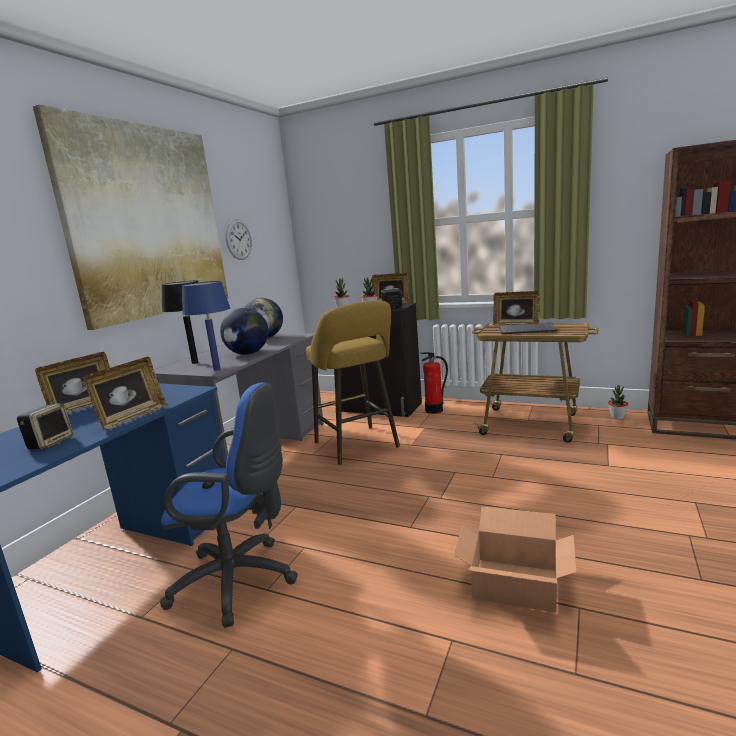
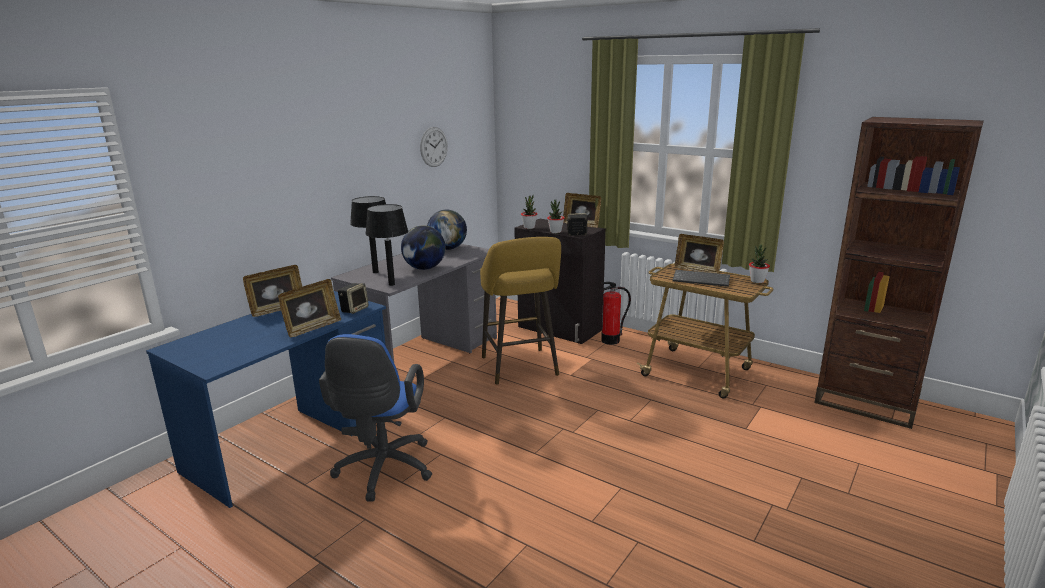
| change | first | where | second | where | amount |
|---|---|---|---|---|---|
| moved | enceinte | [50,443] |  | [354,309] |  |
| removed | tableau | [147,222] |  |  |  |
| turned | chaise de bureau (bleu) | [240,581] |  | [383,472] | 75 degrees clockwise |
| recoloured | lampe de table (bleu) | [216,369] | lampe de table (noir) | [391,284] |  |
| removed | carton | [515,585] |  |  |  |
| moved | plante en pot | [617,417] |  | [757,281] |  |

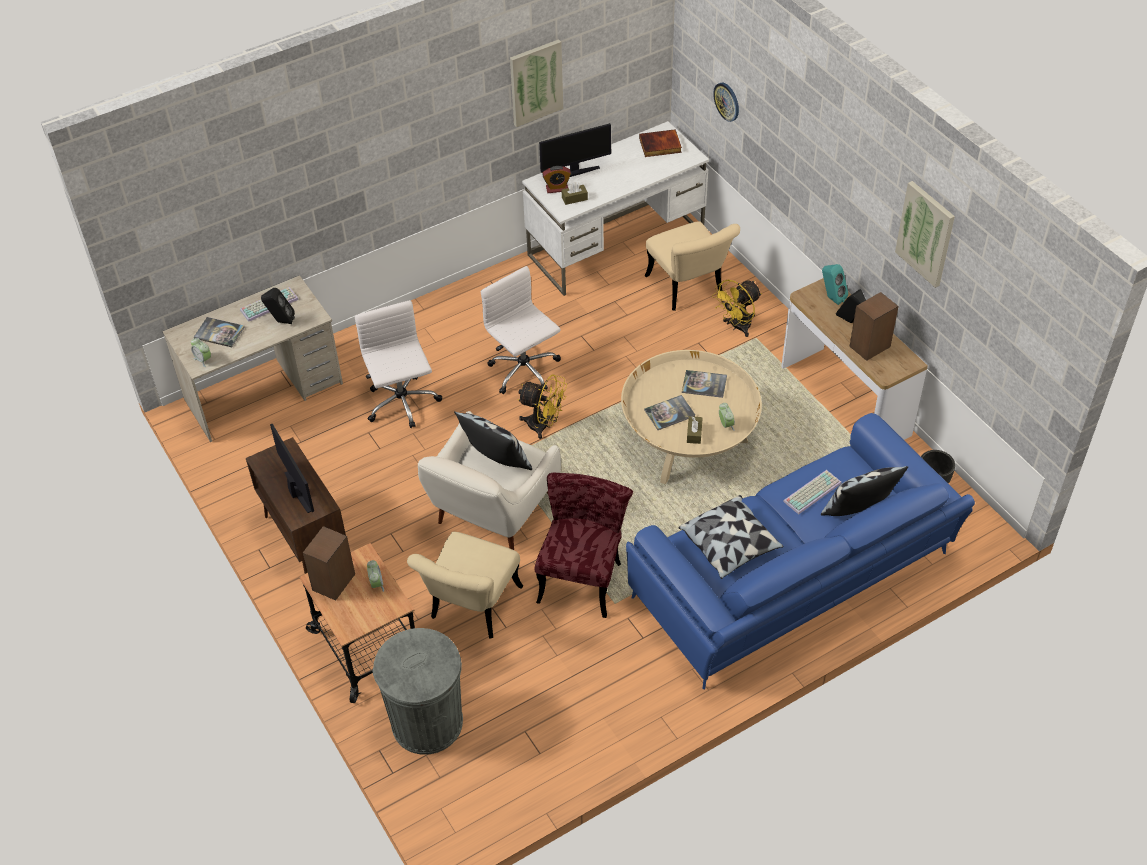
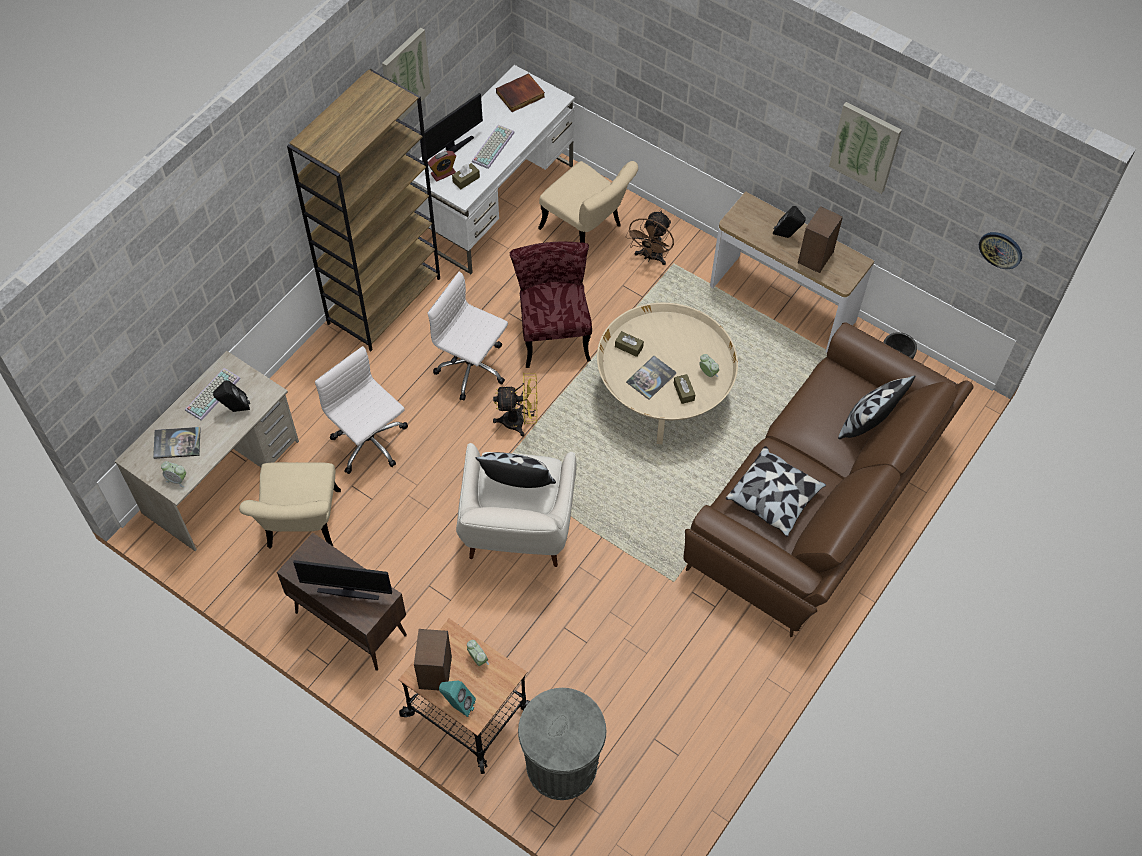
| change | first | where | second | where | amount |
|---|---|---|---|---|---|
| turned | écran d'ordinateur | [295,493] |  | [348,592] | 150 degrees clockwise |
| moved | chaise (beige) | [471,610] |  | [302,528] |  |
| moved | chaise (rouge) | [583,575] |  | [553,331] |  |
| recoloured | canapé (bleu) | [793,580] | canapé (marron) | [818,501] |  |
| removed | livre | [704,384] |  |  |  |
| recoloured | ventilateur (jaune) | [737,327] | ventilateur (marron) | [650,257] |  |
| moved | horloge murale | [727,101] |  | [1001,249] |  |
| moved | clavier | [812,491] |  | [492,146] |  |
| moved | enceinte (turquoise) | [831,298] |  | [457,705] |  |
| added |  |  | bibliothèque (marron) | [384,300] |  |
| added |  |  | boîte à mouchoirs (marron) | [629,347] |  |

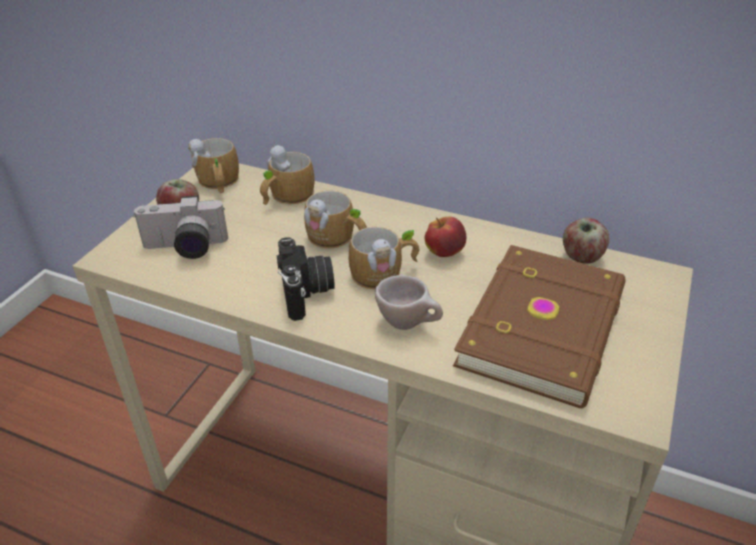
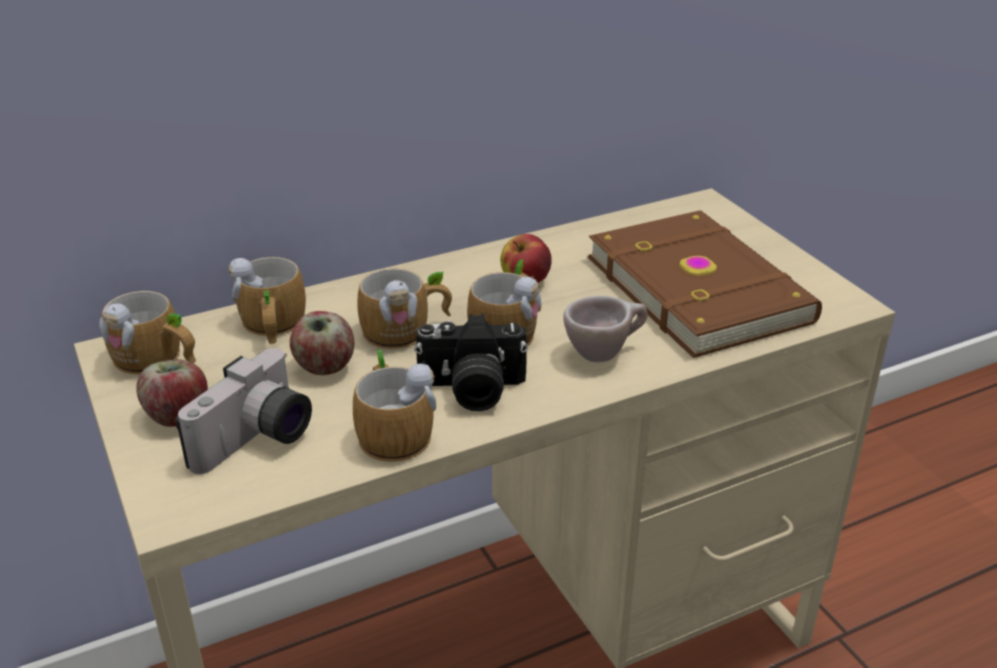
| change | first | where | second | where | amount |
|---|---|---|---|---|---|
| turned | appareil photo | [307,292] |  | [472,390] | 150 degrees clockwise |
| moved | pomme | [581,257] |  | [324,367] |  |
| added |  |  | mug | [393,429] |  |

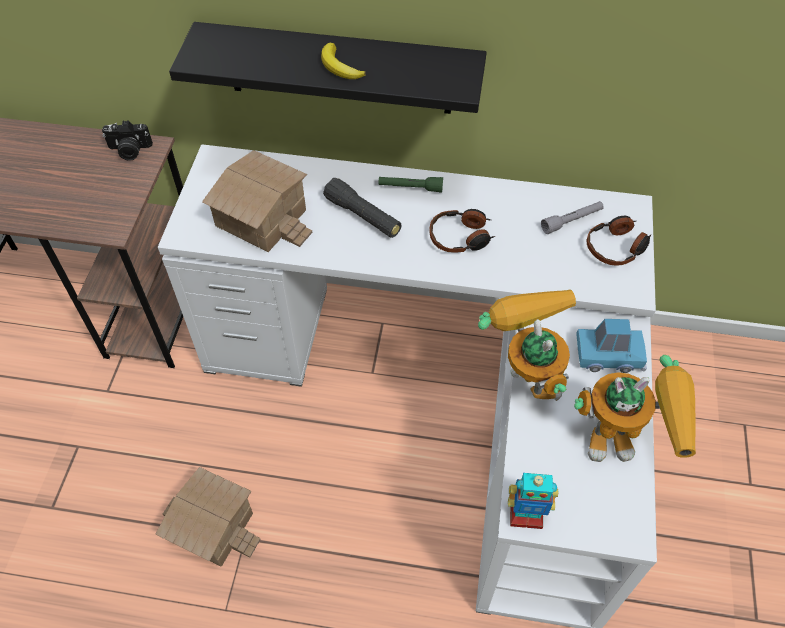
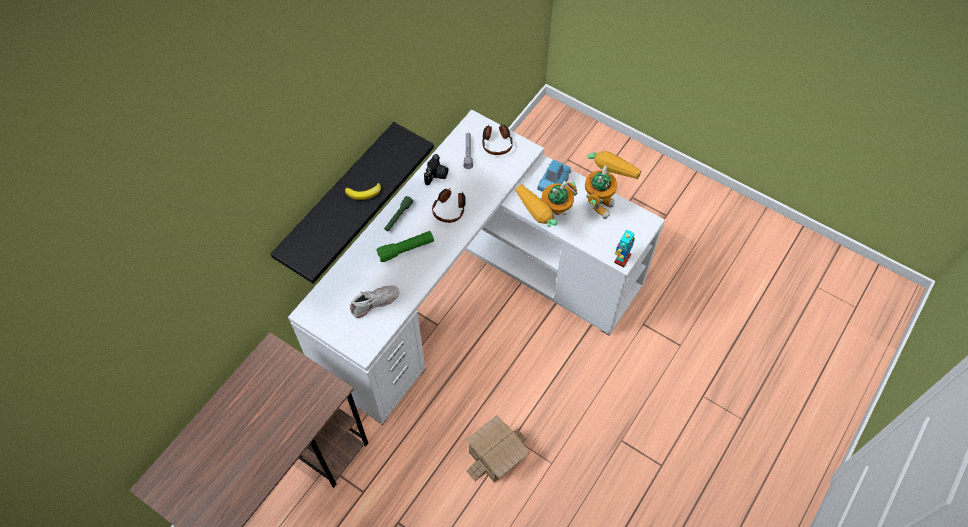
| change | first | where | second | where | amount |
|---|---|---|---|---|---|
| moved | appareil photo | [129,151] |  | [436,175] |  |
| replaced | maison miniature | [262,217] | chaussure (blanc) | [375,302] |  |
| recoloured | lampe de poche (noir) | [363,216] | lampe de poche (vert) | [406,249] |  |
| turned | robot jouet | [524,374] |  | [546,223] | 45 degrees counterclockwise |

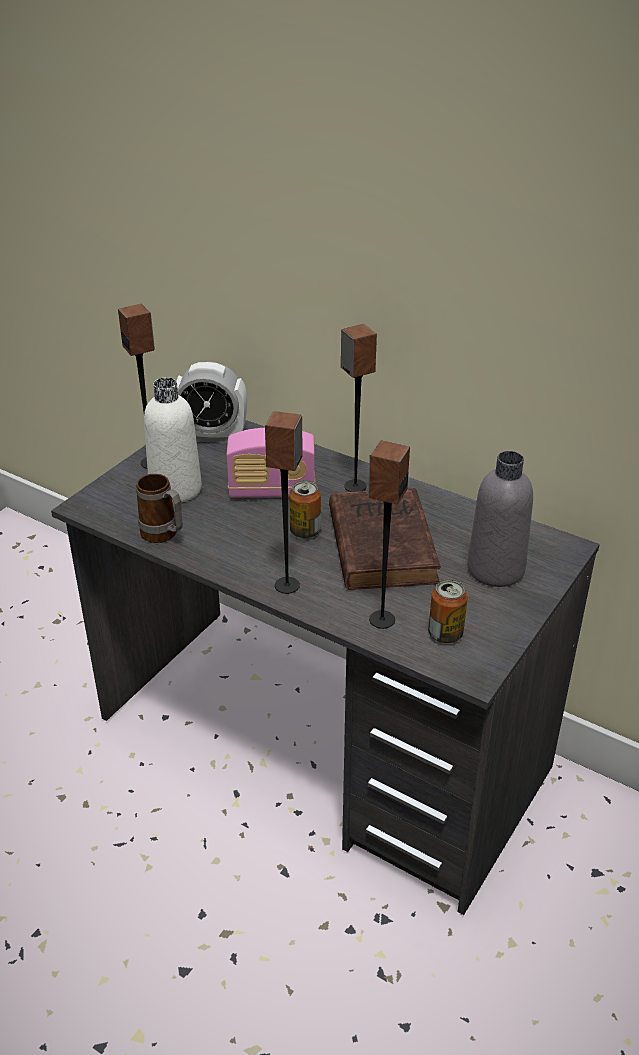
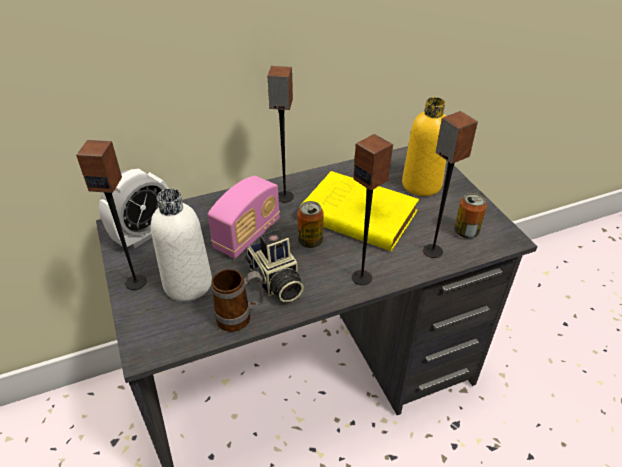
| change | first | where | second | where | amount |
|---|---|---|---|---|---|
| recoloured | livre (marron) | [381,543] | livre (jaune) | [355,214] |  |
| recoloured | bouteille (gris) | [495,569] | bouteille (jaune) | [421,184] |  |
| added |  |  | appareil photo | [275,282] |  |

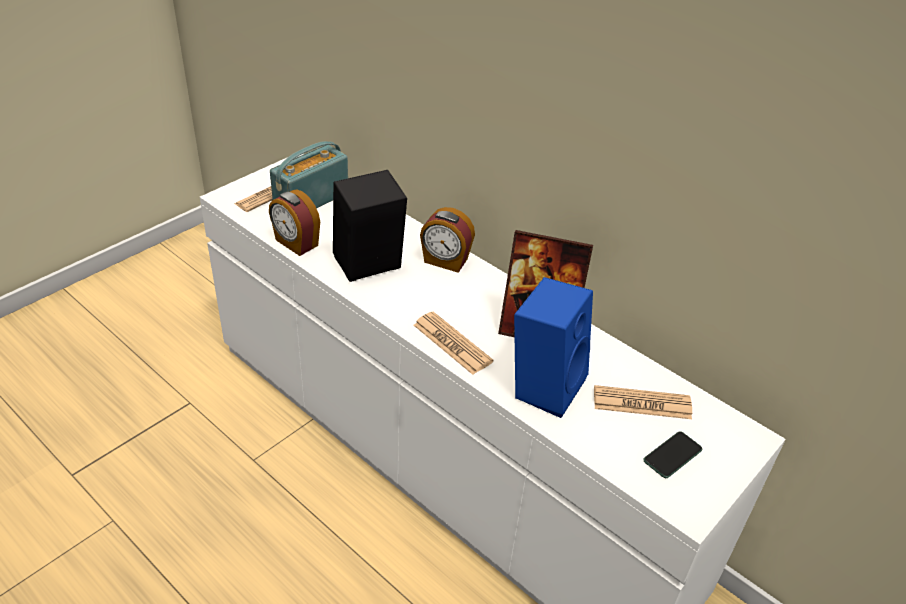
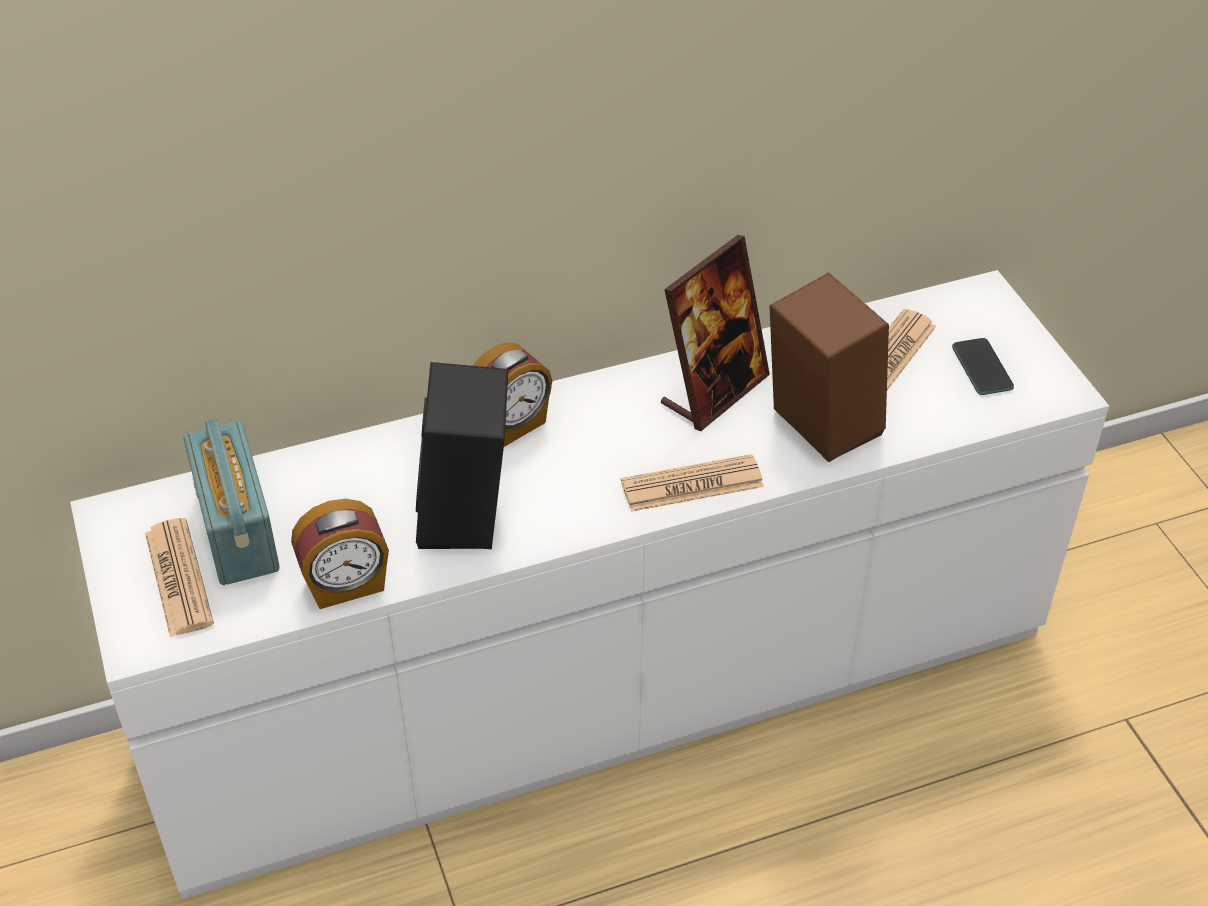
| change | first | where | second | where | amount |
|---|---|---|---|---|---|
| recoloured | enceinte (bleu) | [544,385] | enceinte (marron) | [817,426] |  |

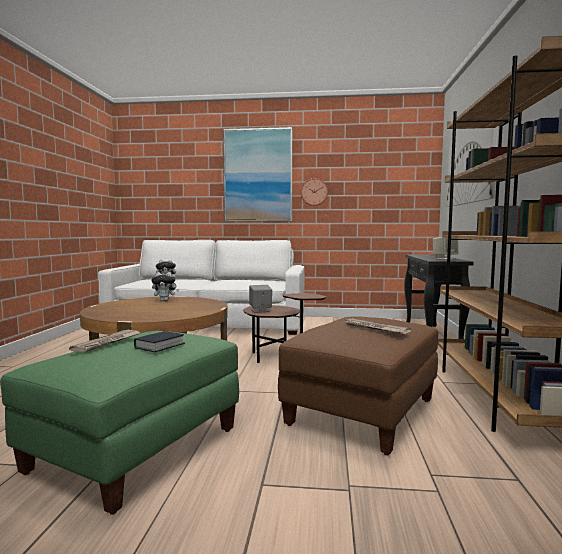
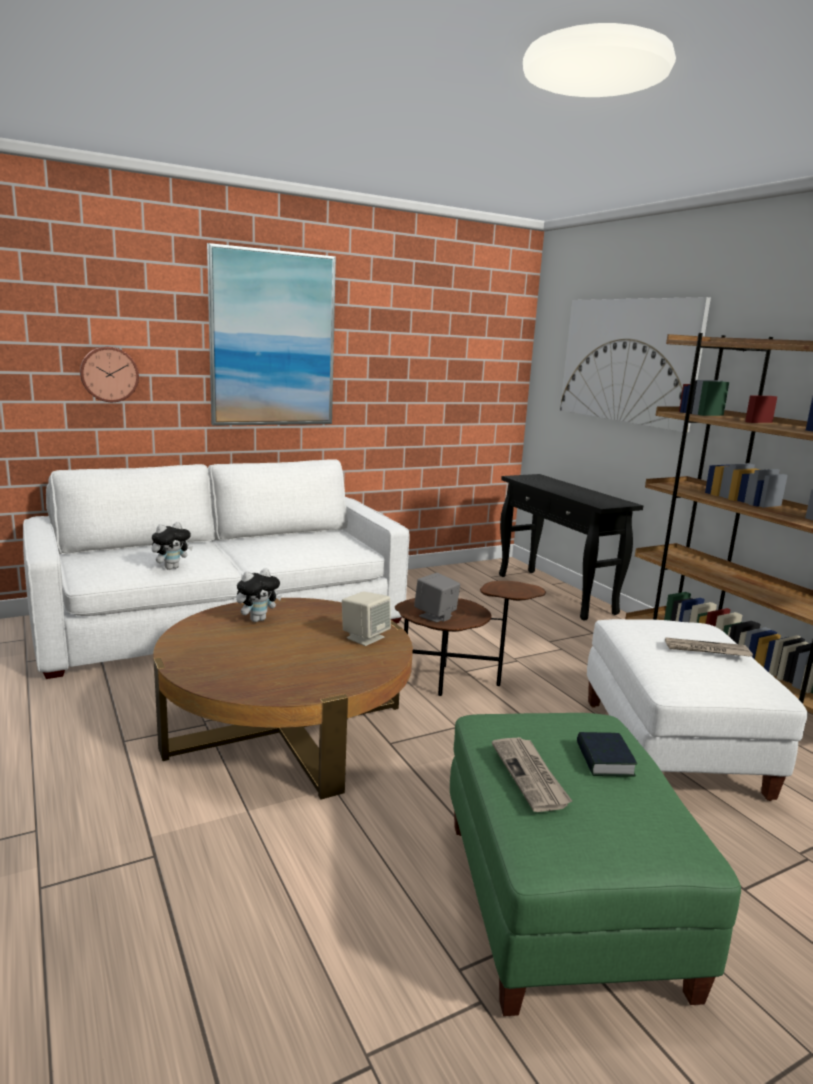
| change | first | where | second | where | amount |
|---|---|---|---|---|---|
| recoloured | pouf (marron) | [362,412] | pouf (blanc) | [671,748] |  |
| moved | horloge murale | [314,192] |  | [109,374] |  |
| moved | enceinte (beige) | [444,258] |  | [365,637] |  |

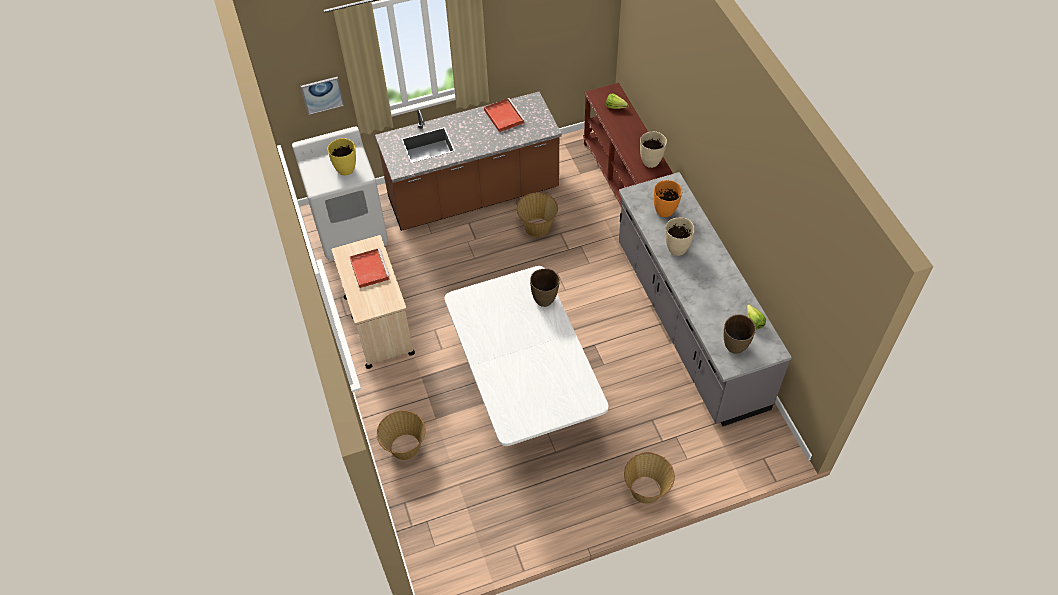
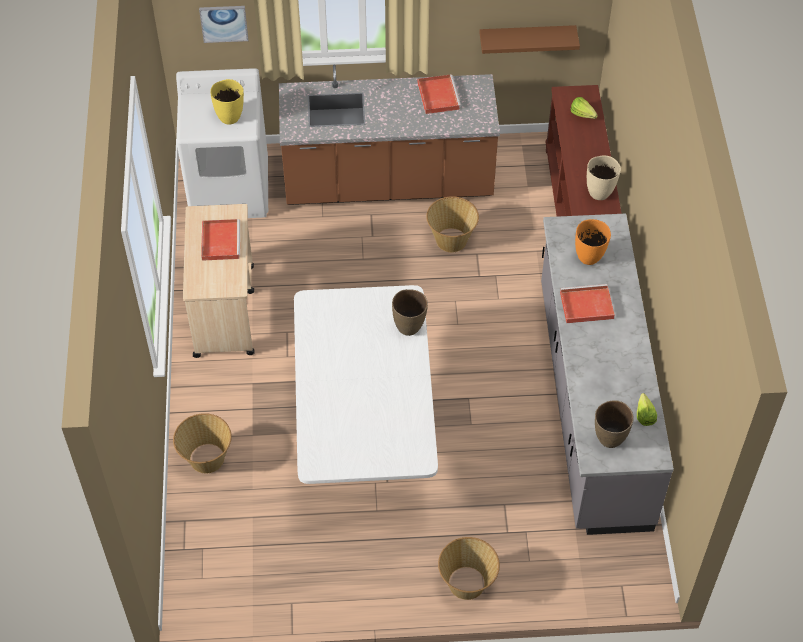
| change | first | where | second | where | amount |
|---|---|---|---|---|---|
| replaced | vase (beige) | [676,249] | plateau (rouge) | [585,306] |  |
| added |  |  | étagère (marron) | [527,38] |  |

